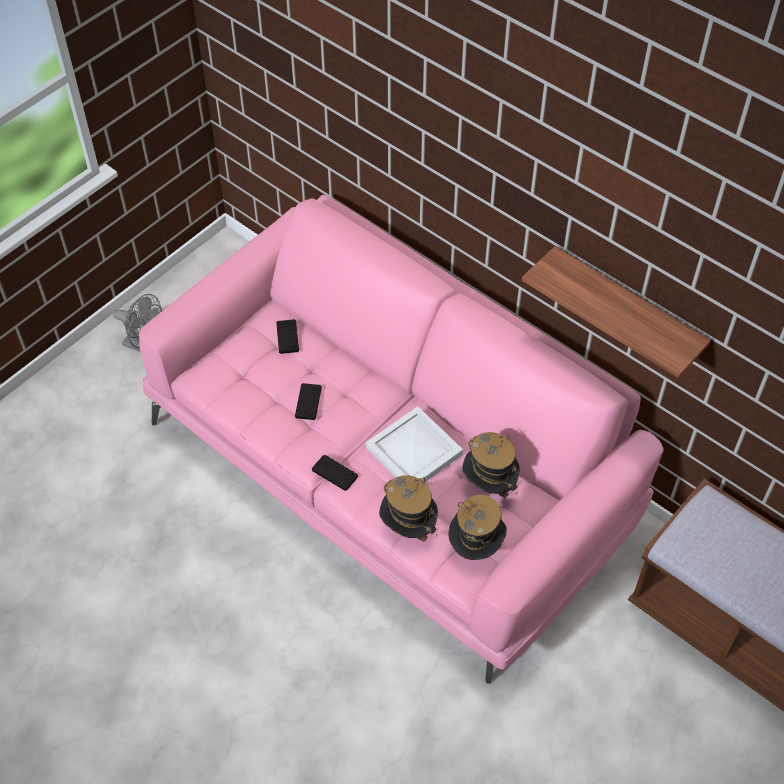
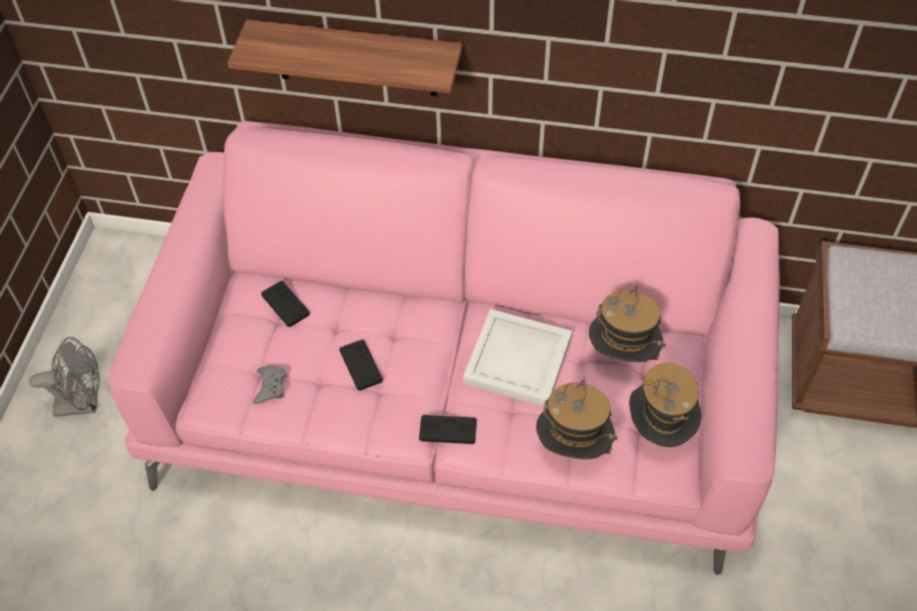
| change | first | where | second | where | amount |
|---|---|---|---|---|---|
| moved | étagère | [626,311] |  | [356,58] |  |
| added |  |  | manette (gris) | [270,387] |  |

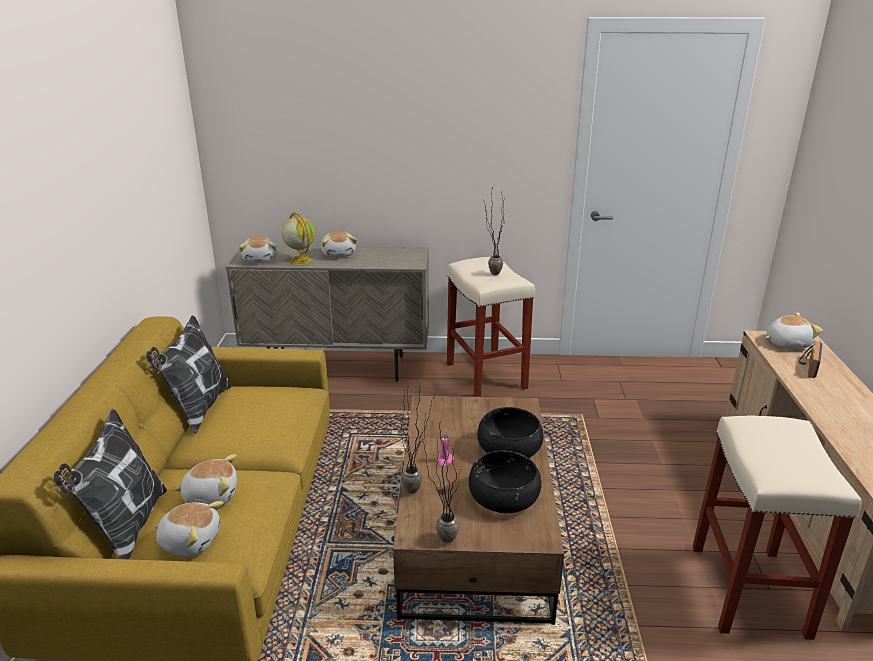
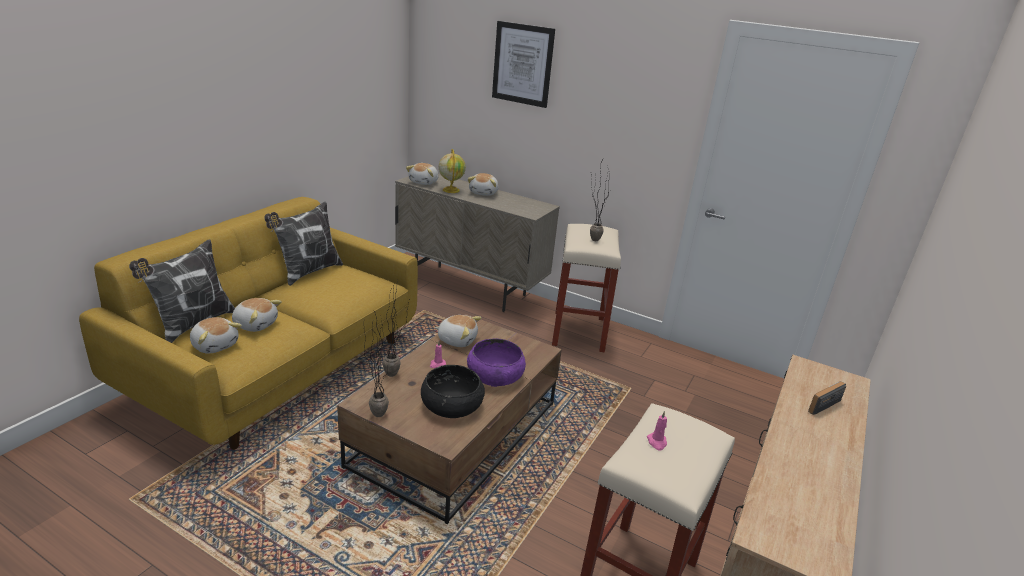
| change | first | where | second | where | amount |
|---|---|---|---|---|---|
| recoloured | bol (noir) | [509,448] | bol (violet) | [495,375] |  |
| moved | peluche | [786,343] |  | [457,340] |  |
| added |  |  | tableau | [523,64] |  |
| added |  |  | bougie (rose) | [657,442] |  |

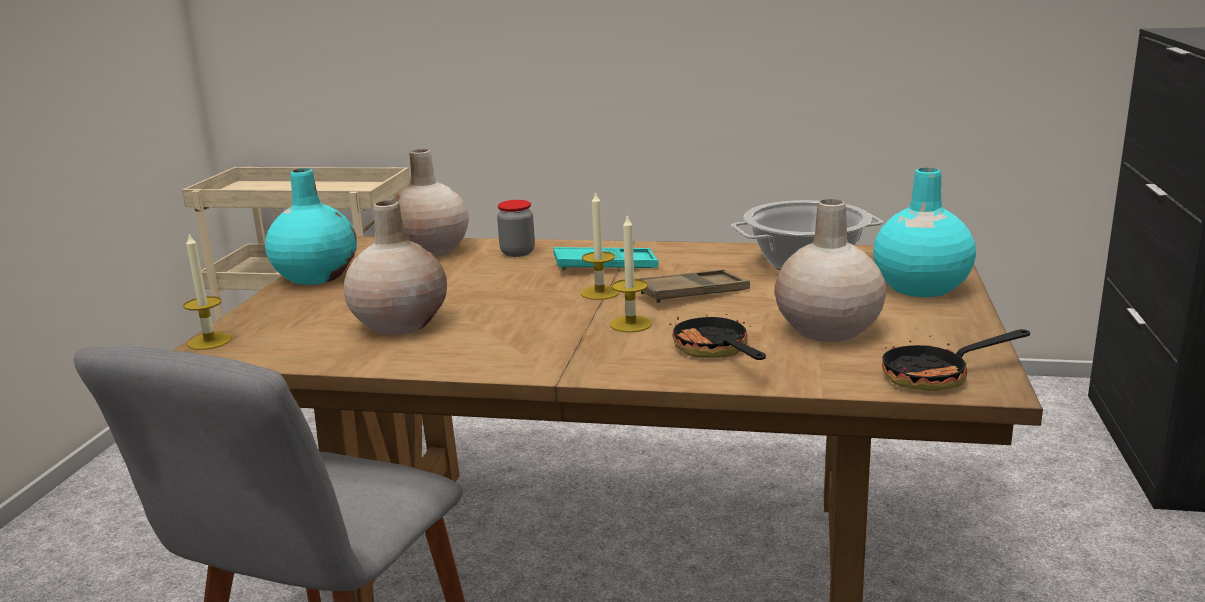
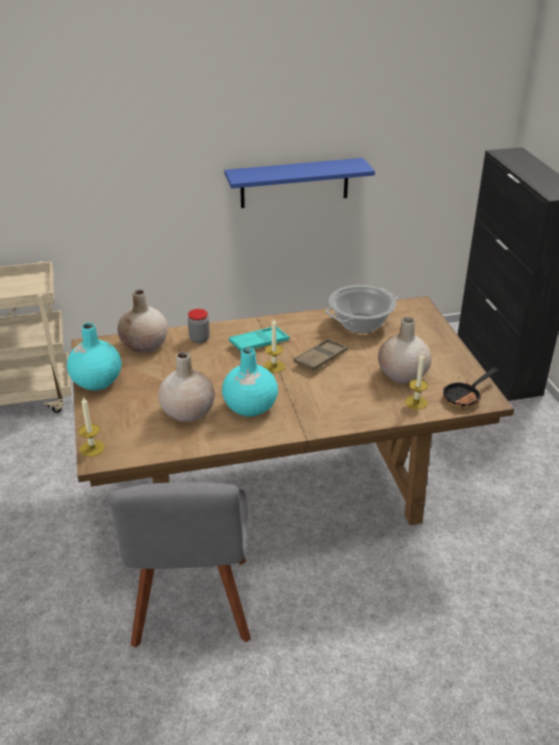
| change | first | where | second | where | amount |
|---|---|---|---|---|---|
| moved | bougie | [631,324] |  | [416,402] |  |
| removed | poêle | [715,351] |  |  |  |
| moved | vase (turquoise) | [920,287] |  | [249,407] |  |
| added |  |  | étagère (bleu) | [294,183] |  |

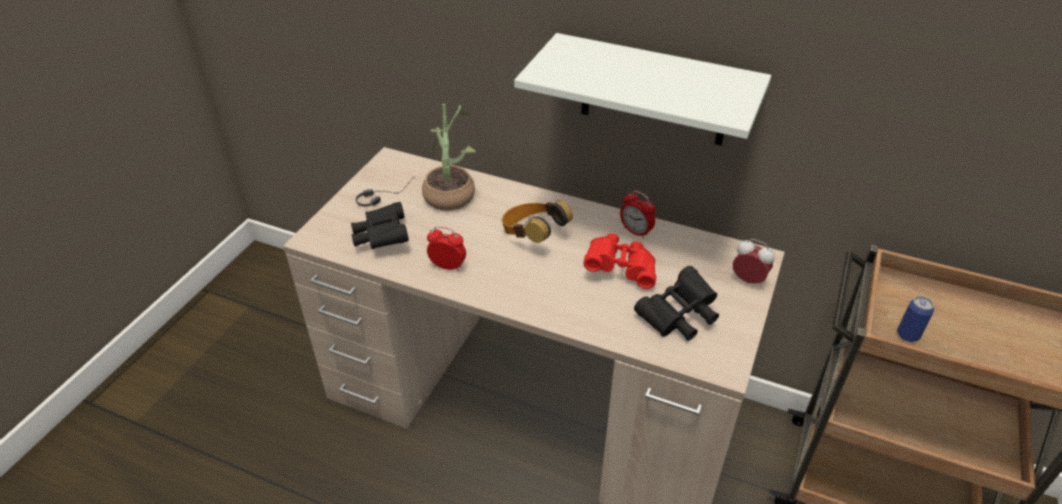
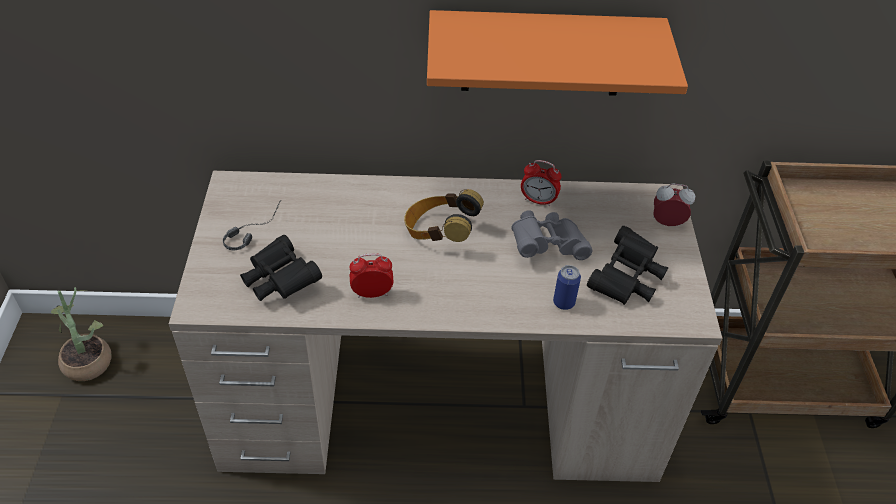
| change | first | where | second | where | amount |
|---|---|---|---|---|---|
| moved | plante en pot | [450,192] |  | [87,358] |  |
| recoloured | étagère (blanc) | [654,91] | étagère (orange) | [543,54] |  |
| recoloured | jumelles (rouge) | [621,269] | jumelles (gris) | [547,246] |  |
| moved | boîte métallique | [908,335] |  | [563,302] |  |

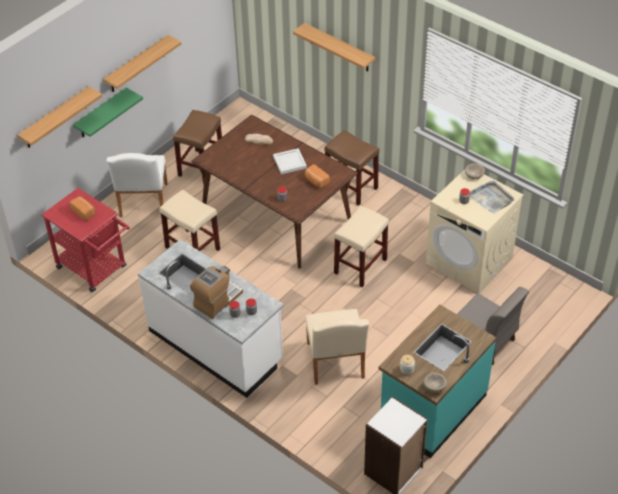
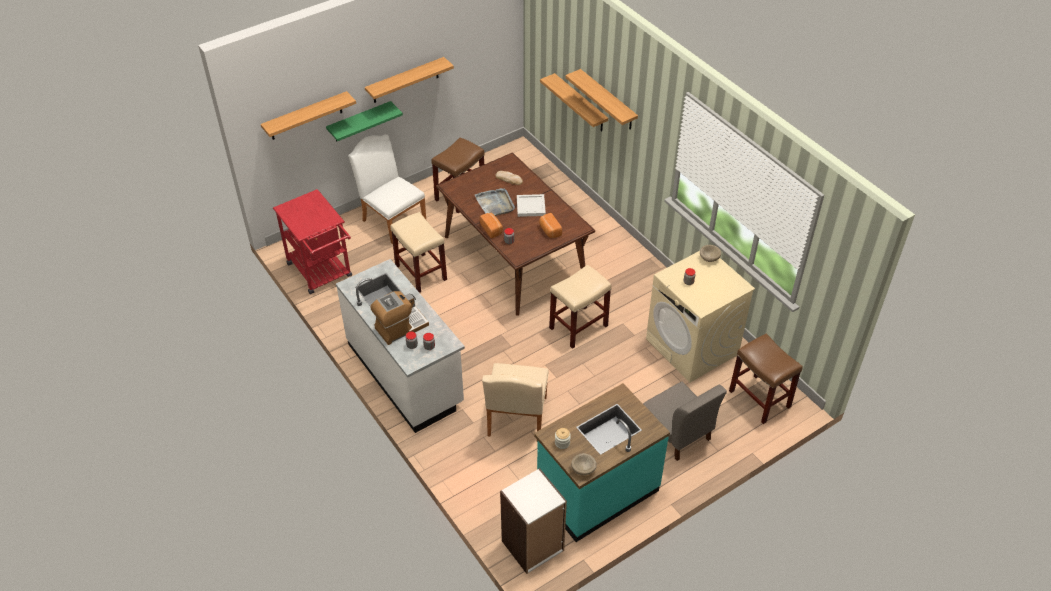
| change | first | where | second | where | amount |
|---|---|---|---|---|---|
| moved | pain | [84,212] |  | [492,229] |  |
| turned | chaise (blanc) | [143,203] |  | [391,219] | 120 degrees clockwise |
| moved | tabouret (marron) | [352,187] |  | [760,399] |  |
| moved | plateau (gris) | [491,198] |  | [495,204] |  |
| added |  |  | étagère | [580,103] |  |

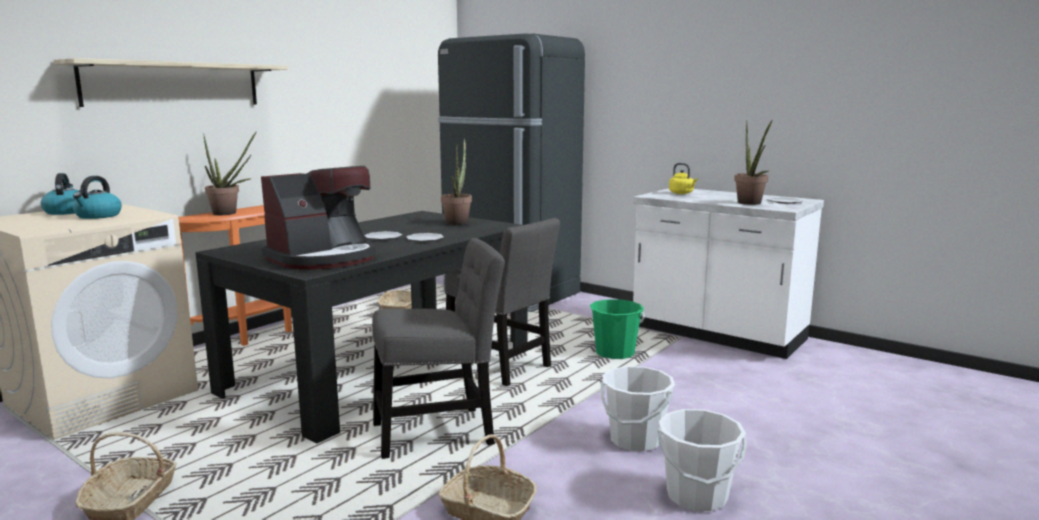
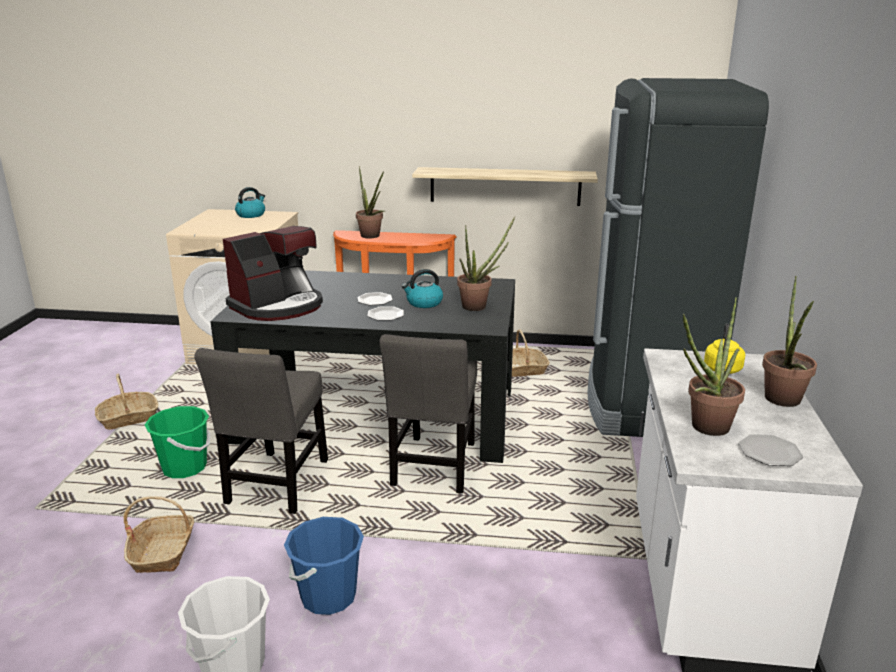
| change | first | where | second | where | amount |
|---|---|---|---|---|---|
| moved | étagère | [174,84] |  | [505,186] |  |
| moved | bouilloire | [98,216] |  | [424,303] |  |
| turned | machine à café | [324,258] |  | [278,306] | 60 degrees counterclockwise |
| turned | chaise (gris) | [439,432] |  | [276,486] | 60 degrees clockwise |
| moved | seau (vert) | [615,353] |  | [184,467] |  |
| recoloured | seau (blanc) | [635,440] | seau (bleu) | [328,596] |  |
| added |  |  | plante en pot | [782,402] |  |

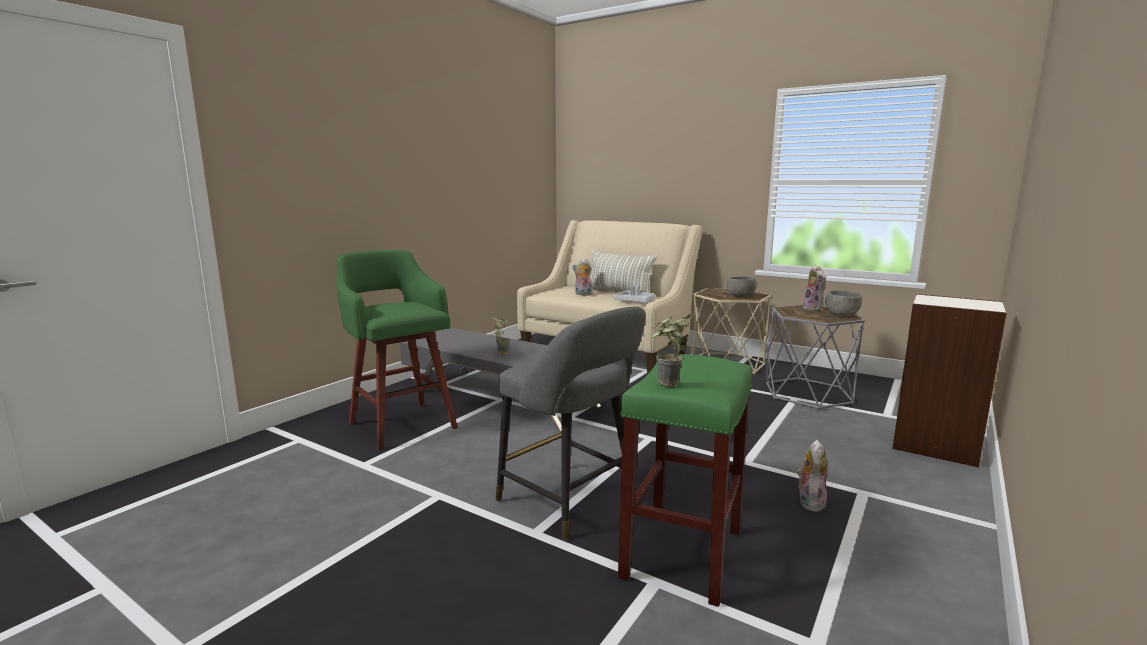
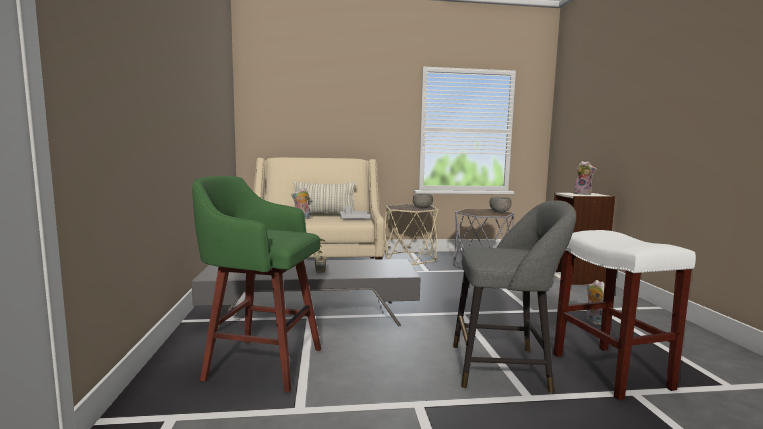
| change | first | where | second | where | amount |
|---|---|---|---|---|---|
| recoloured | tabouret (vert) | [683,555] | tabouret (blanc) | [612,371] |  |
| removed | plante en pot | [667,386] |  |  |  |
| moved | peluche | [814,309] |  | [583,194] |  |

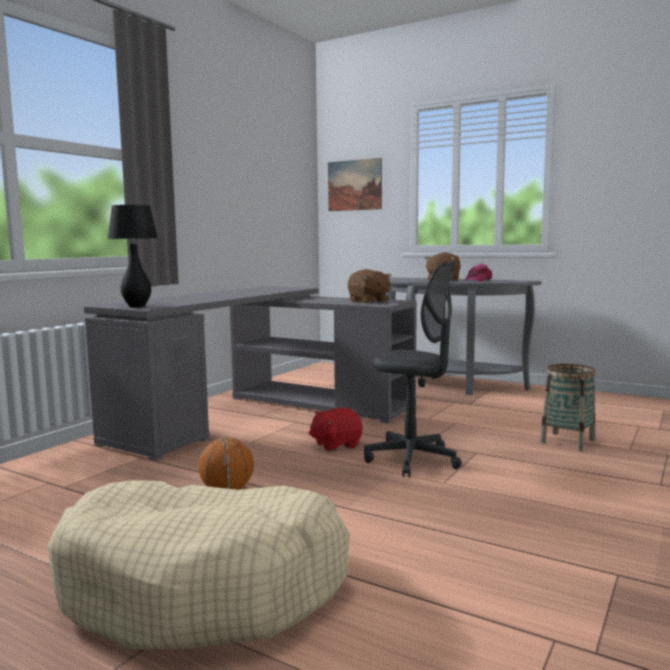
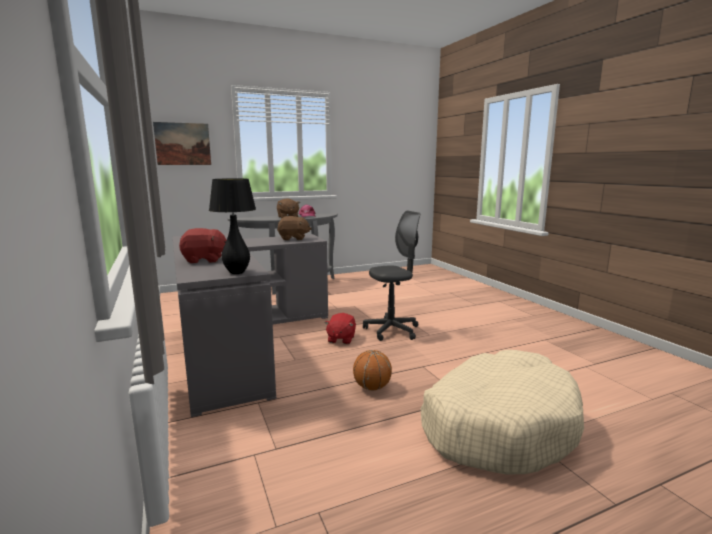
| change | first | where | second | where | amount |
|---|---|---|---|---|---|
| removed | panier | [567,441] |  |  |  |
| added |  |  | peluche (rouge) | [205,260] |  |

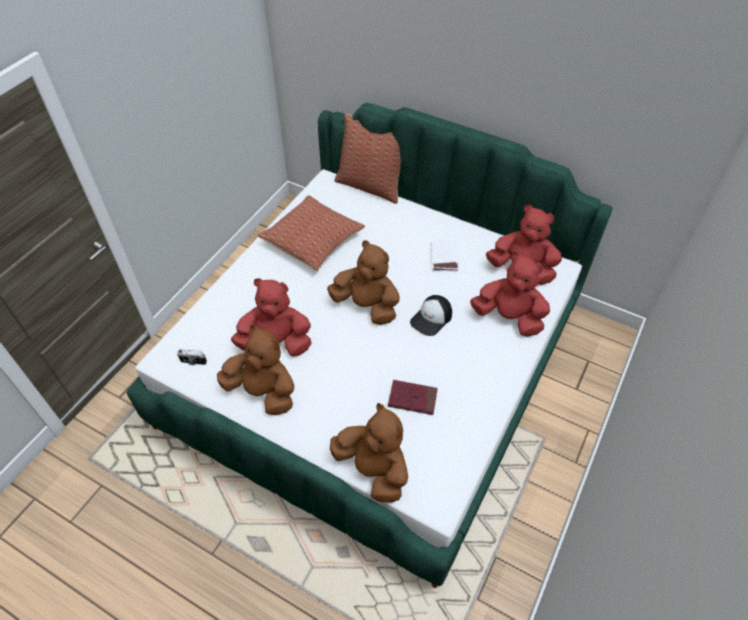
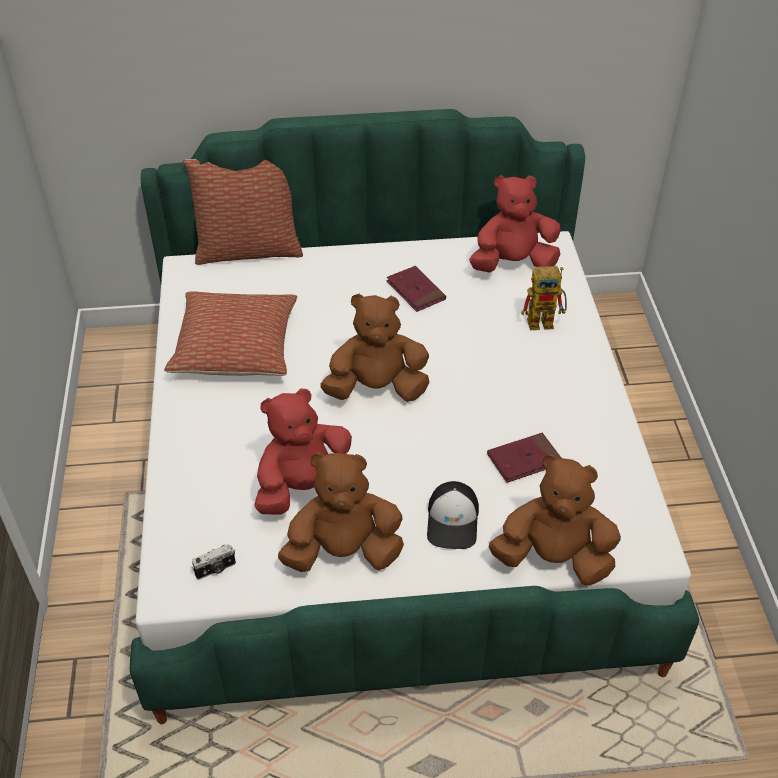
| change | first | where | second | where | amount |
|---|---|---|---|---|---|
| moved | casquette | [431,318] |  | [453,521] |  |
| recoloured | livre (blanc) | [444,257] | livre (rouge) | [415,291] |  |
| replaced | peluche (rouge) | [509,317] | robot jouet | [546,321] |  |

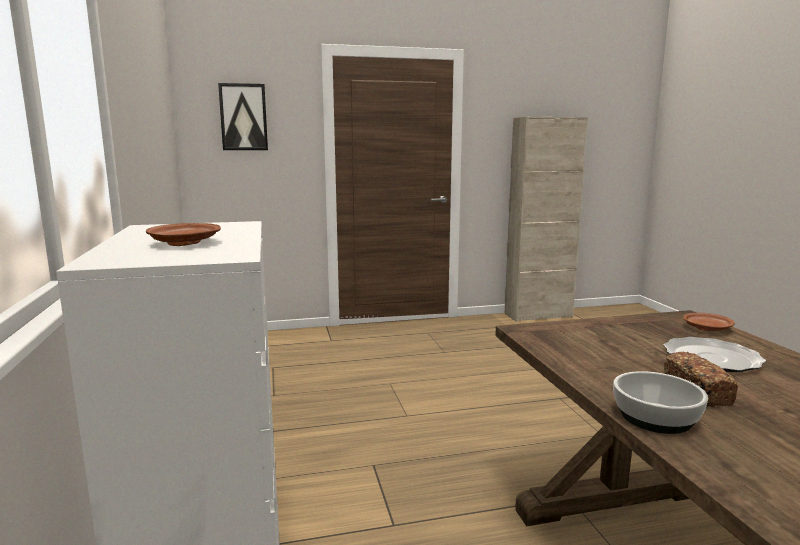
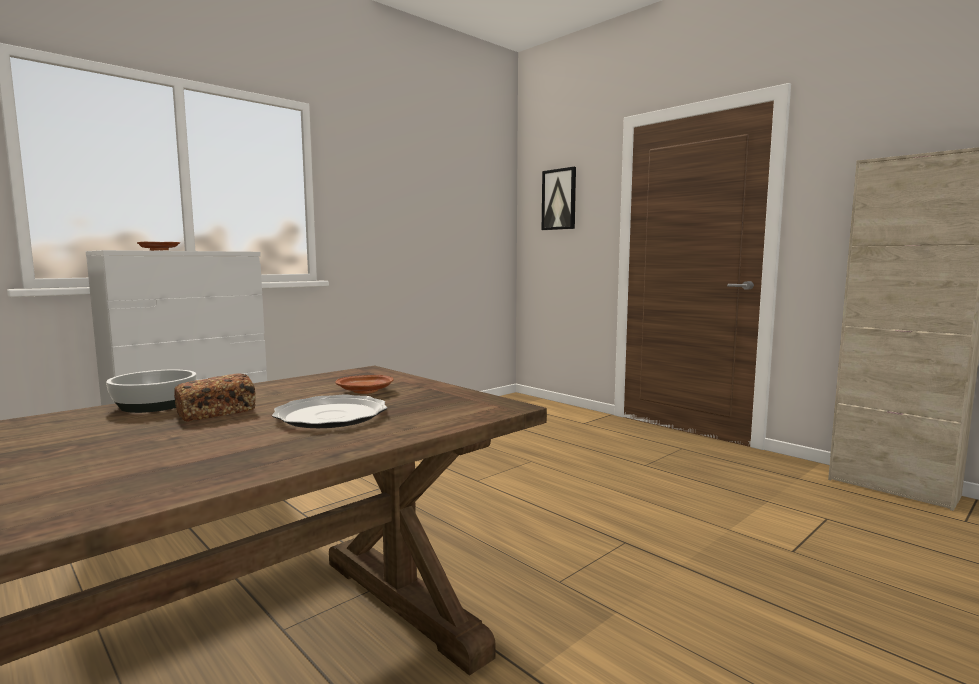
| change | first | where | second | where | amount |
|---|---|---|---|---|---|
| moved | assiette (marron) | [707,328] |  | [366,391] |  |

